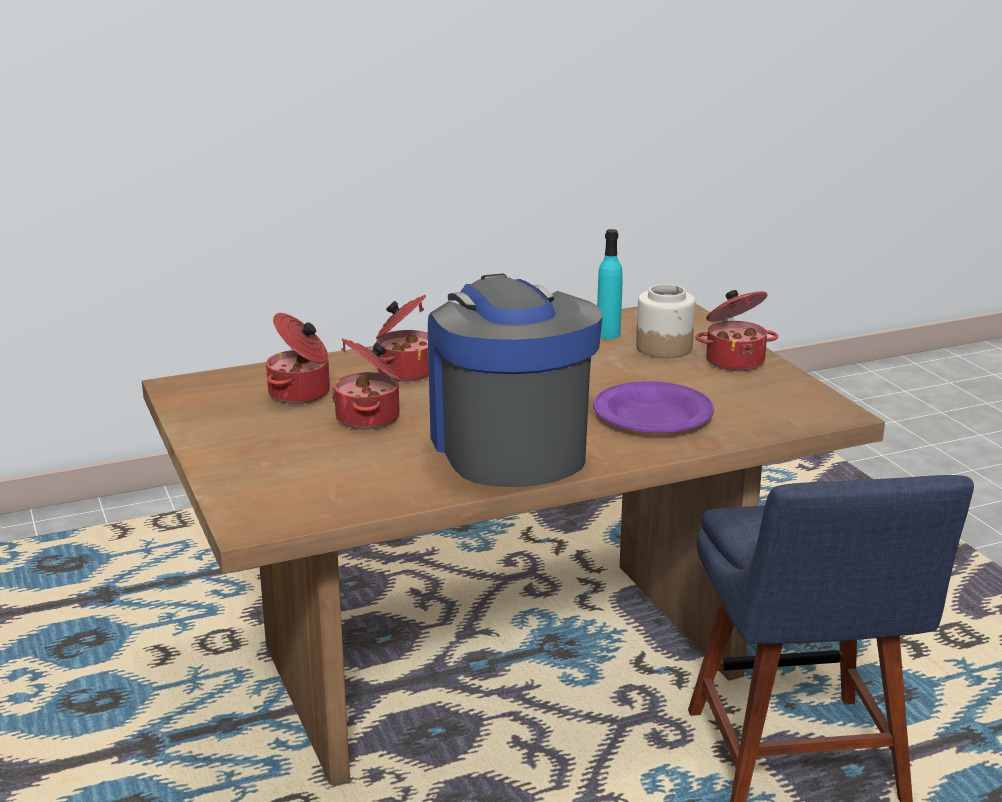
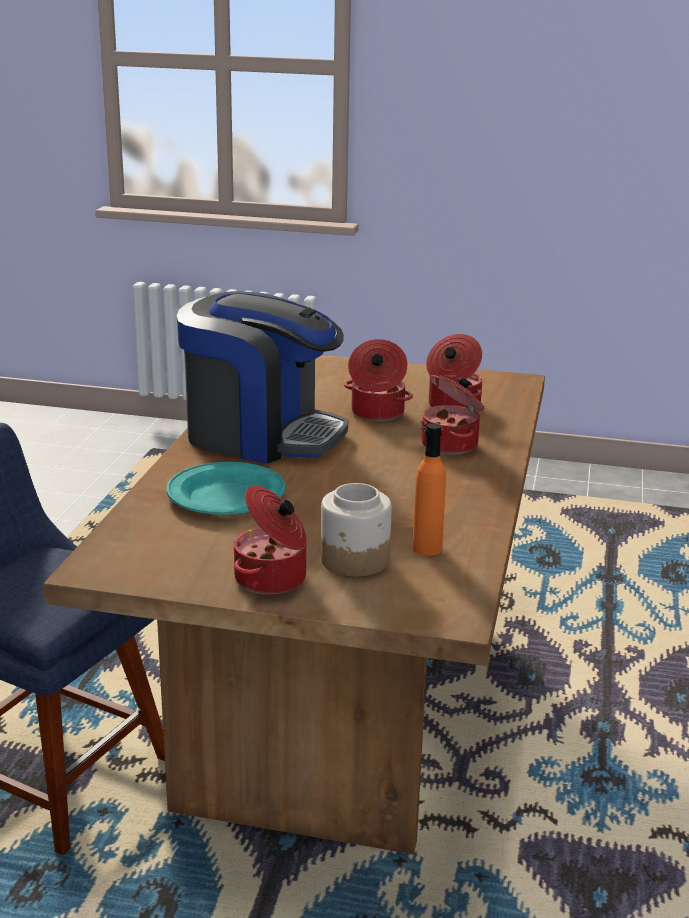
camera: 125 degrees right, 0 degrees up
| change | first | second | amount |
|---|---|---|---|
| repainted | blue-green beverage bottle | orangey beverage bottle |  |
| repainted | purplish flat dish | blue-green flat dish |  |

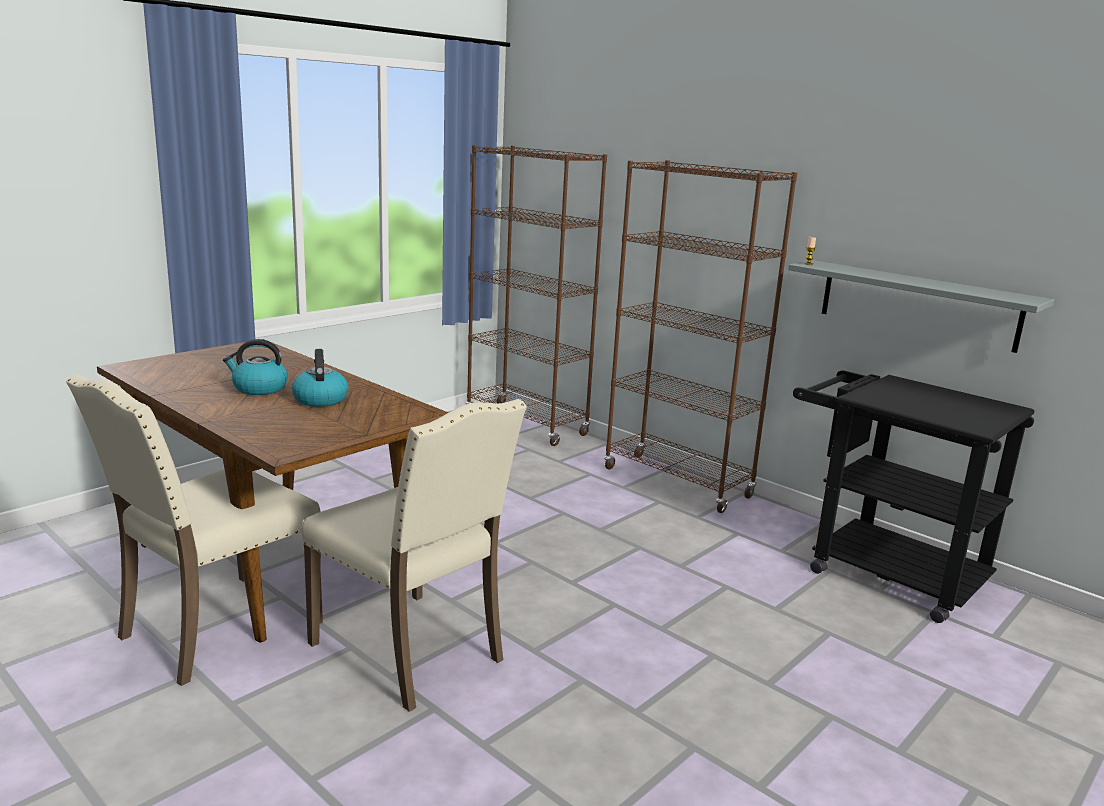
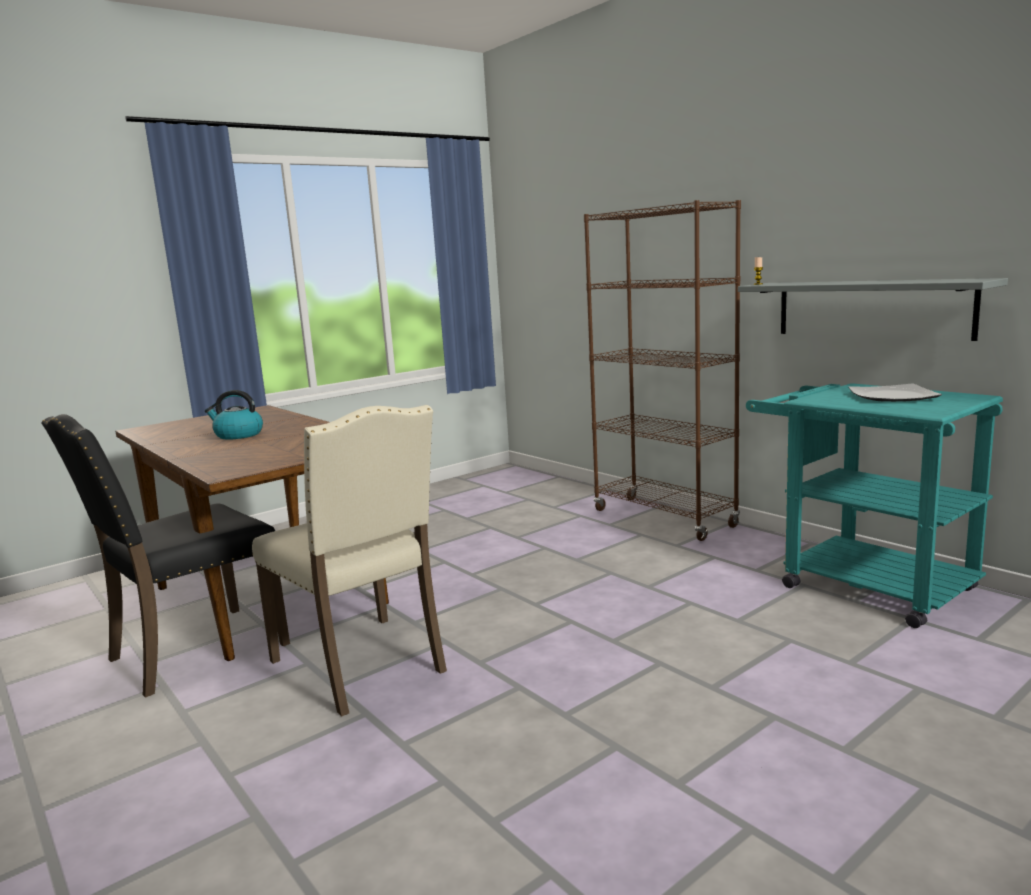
camera: 10 degrees right, 5 degrees down
| change | first | second | amount |
|---|---|---|---|
| gone | brown-coloured bookcase (no. 1 from left) |  |  |
| gone | water kettle (no. 2 from left) |  |  |
| repainted | black wheeled cart | blue-green wheeled cart |  |
| repainted | sand-coloured plain chair (no. 1 from left) | black plain chair |  |
| new |  | flat dish |  |

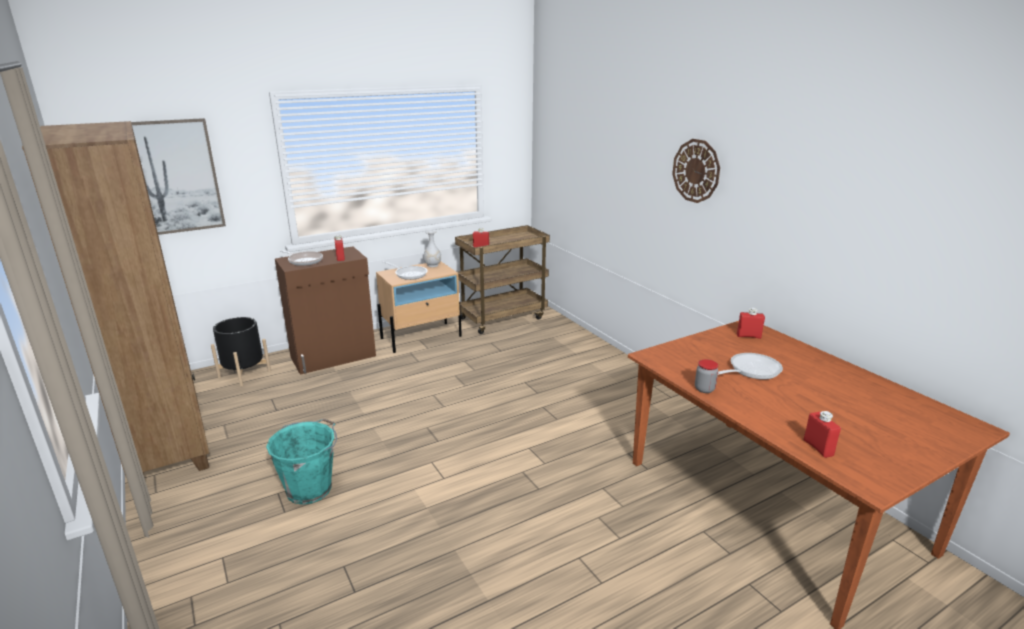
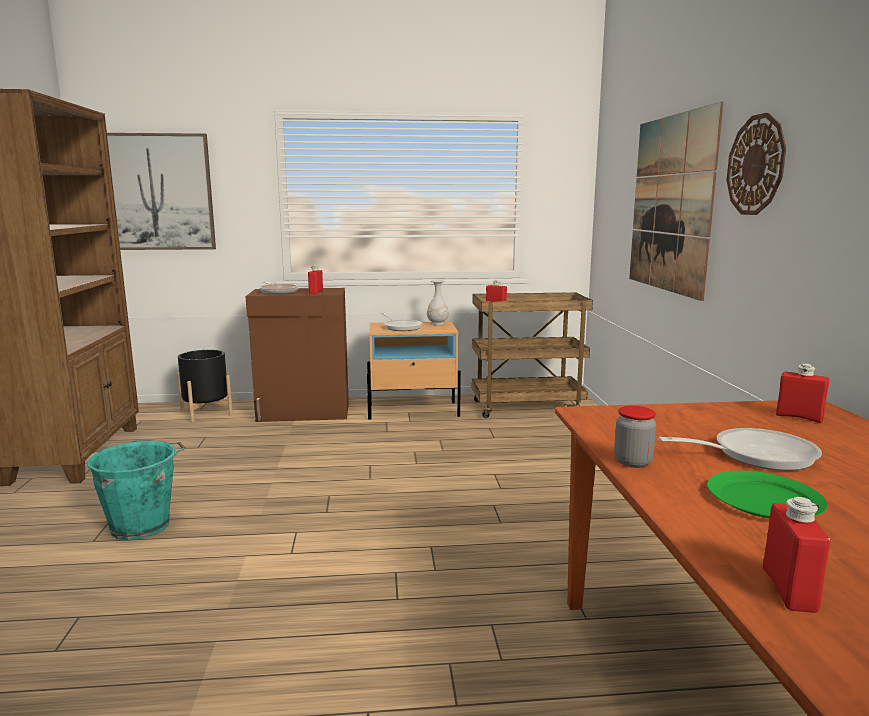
camera: 25 degrees right, 10 degrees down
| change | first | second | amount |
|---|---|---|---|
| new |  | picture (no. 2 from left) |  |
| new |  | greenish flat dish |  |

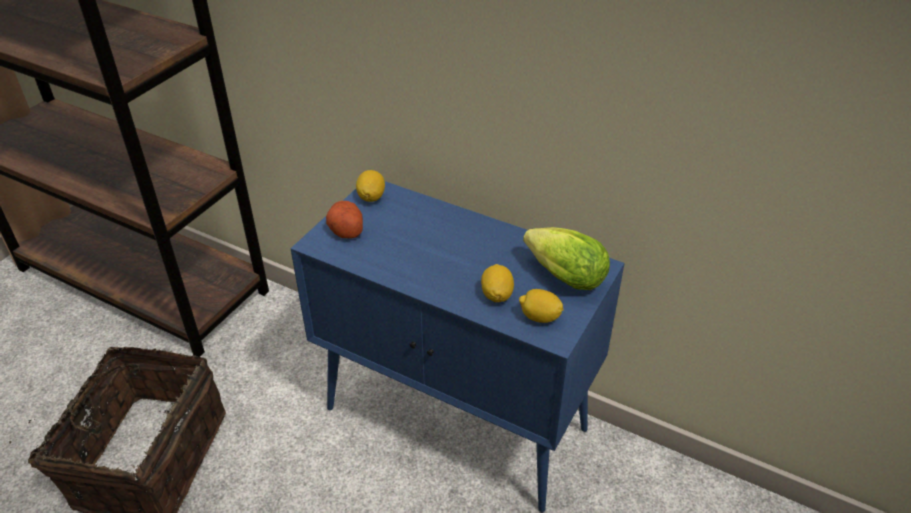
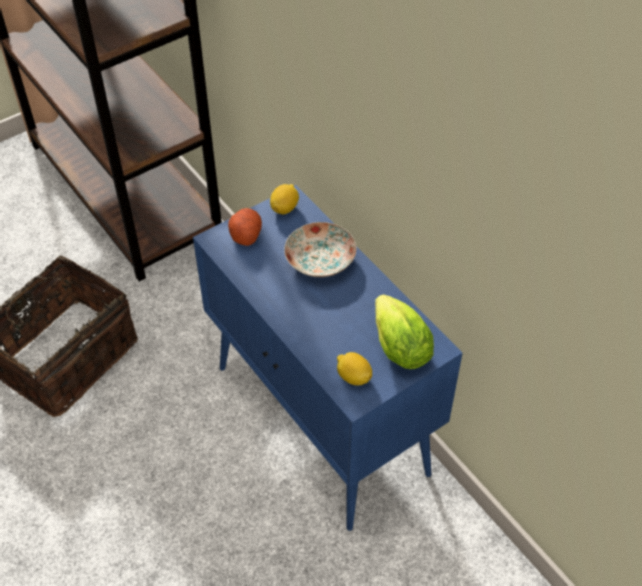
camera: 25 degrees right, 10 degrees up
| change | first | second | amount |
|---|---|---|---|
| gone | lemon (no. 2 from left) |  |  |
| new |  | flat dish |  |

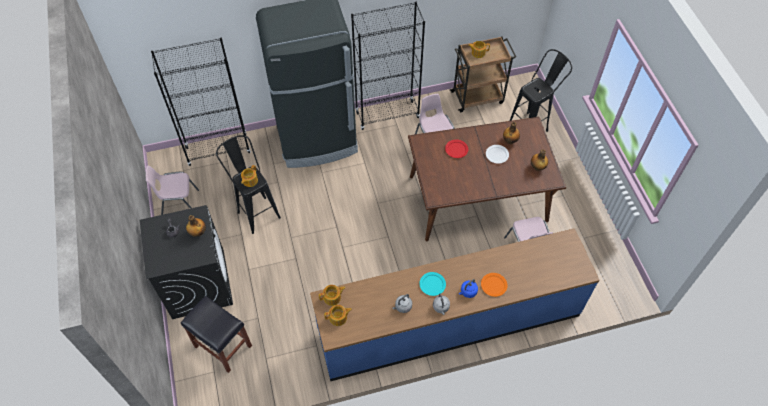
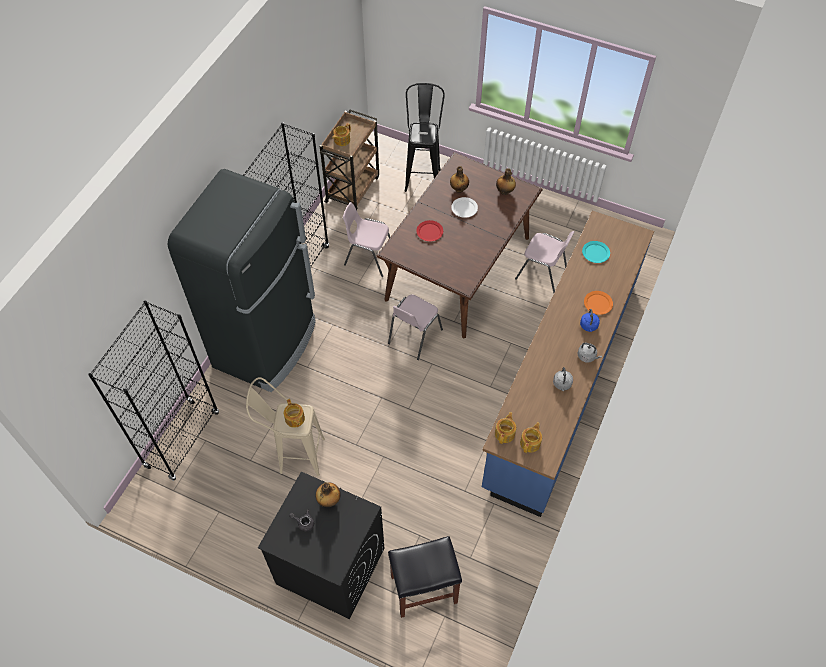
camera: 50 degrees left, 0 degrees up
| change | first | second | amount |
|---|---|---|---|
| repainted | black stool seat (no. 2 from left) | sand-coloured stool seat |  |
| shifted | pink plain chair (no. 1 from left in the first image) | pink plain chair (no. 2 from left) |  |
| shifted | blue-green flat dish |  |  |

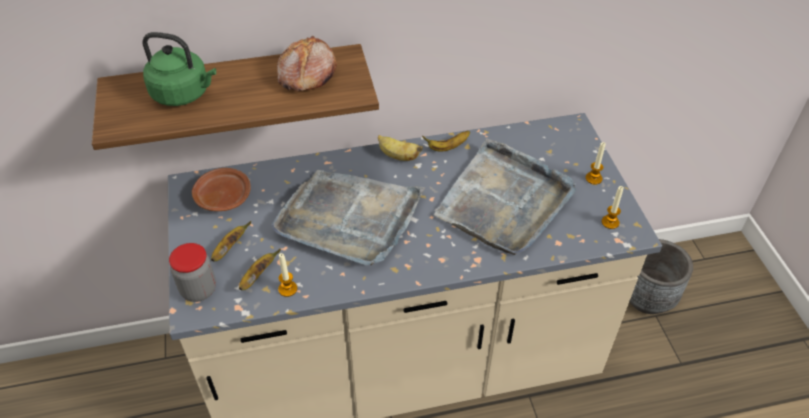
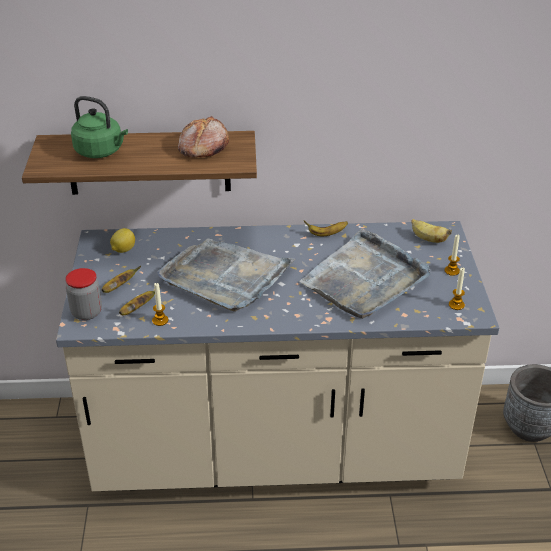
camera: 10 degrees right, 10 degrees down
| change | first | second | amount |
|---|---|---|---|
| shifted | whole banana (no. 3 from left in the first image) | whole banana (no. 4 from left) |  |
| swapped | brown-coloured flat dish | lemon |  |

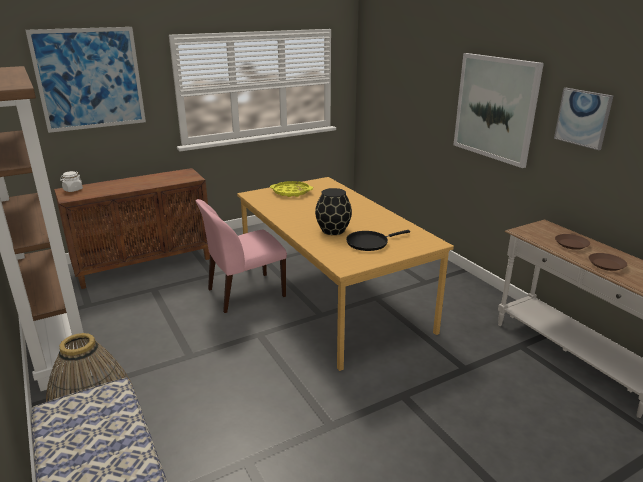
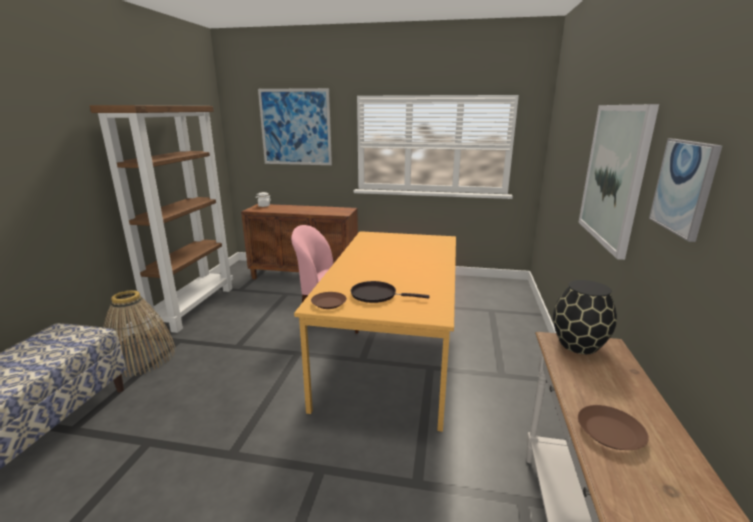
camera: 40 degrees right, 5 degrees down
| change | first | second | amount |
|---|---|---|---|
| gone | yellow-coloured serving tray |  |  |
| shifted | black decorative vase |  |  |
| shifted | brown-coloured flat dish (no. 1 from left) |  |  |

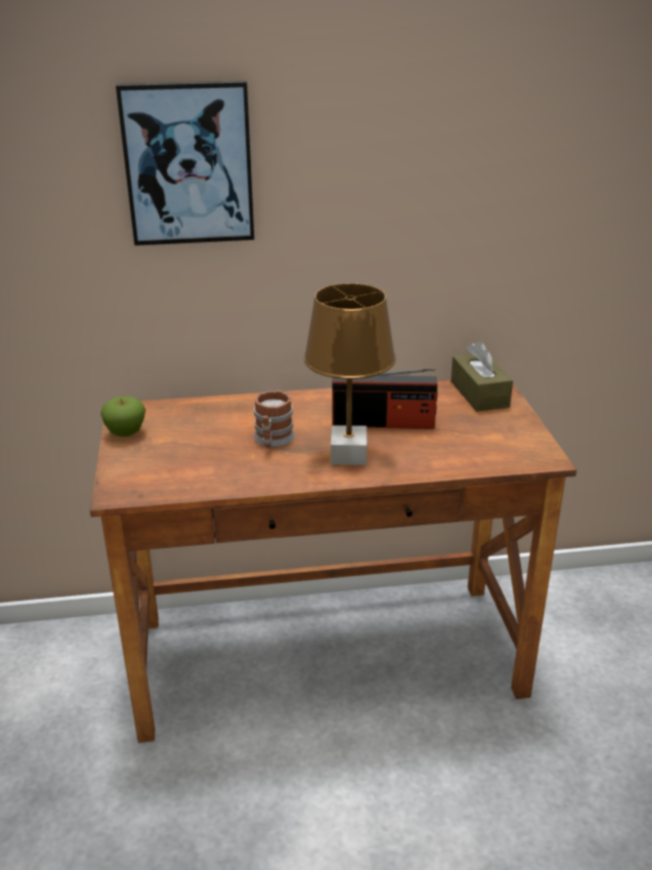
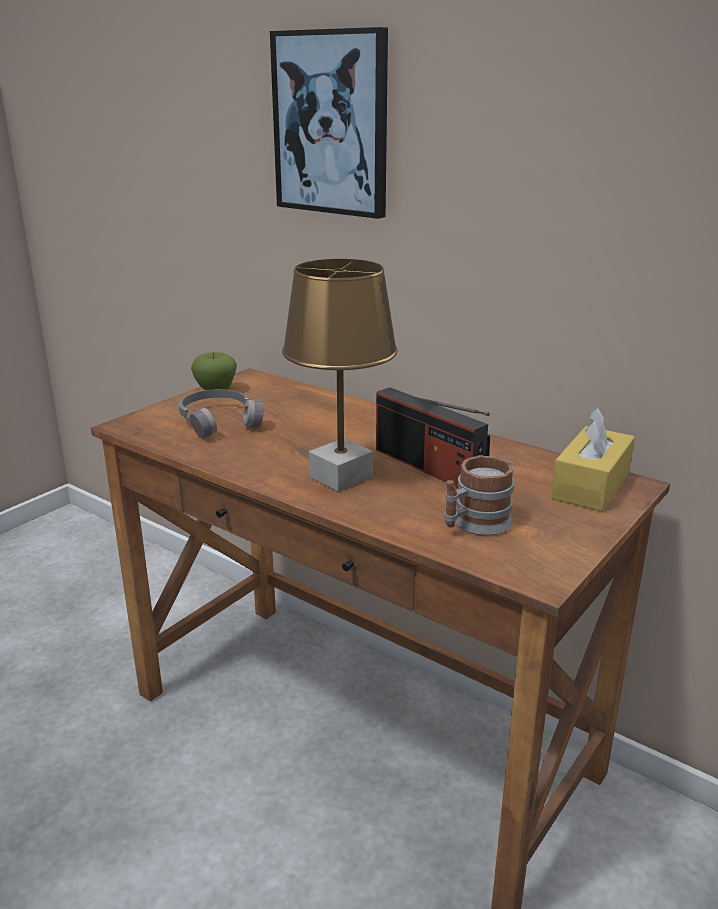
camera: 45 degrees right, 5 degrees down
| change | first | second | amount |
|---|---|---|---|
| repainted | brown-coloured box of tissues | yellow-coloured box of tissues |  |
| shifted | mug |  |  |
| new |  | gray headphones |  |

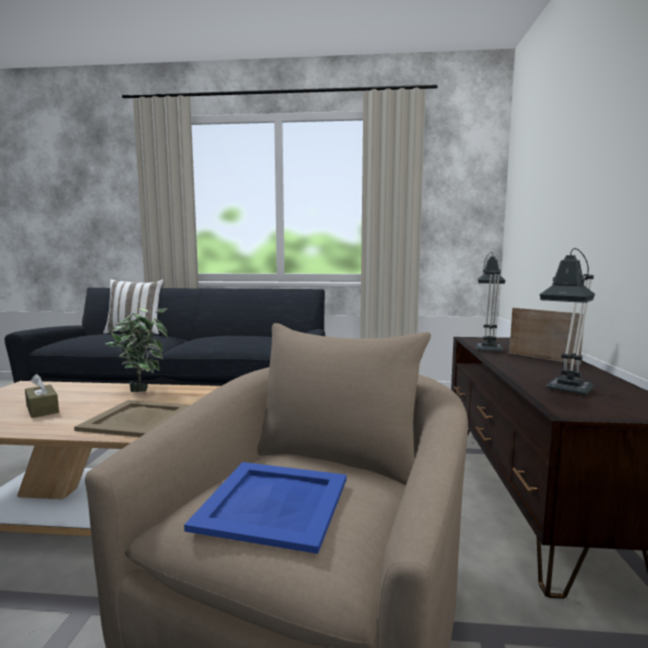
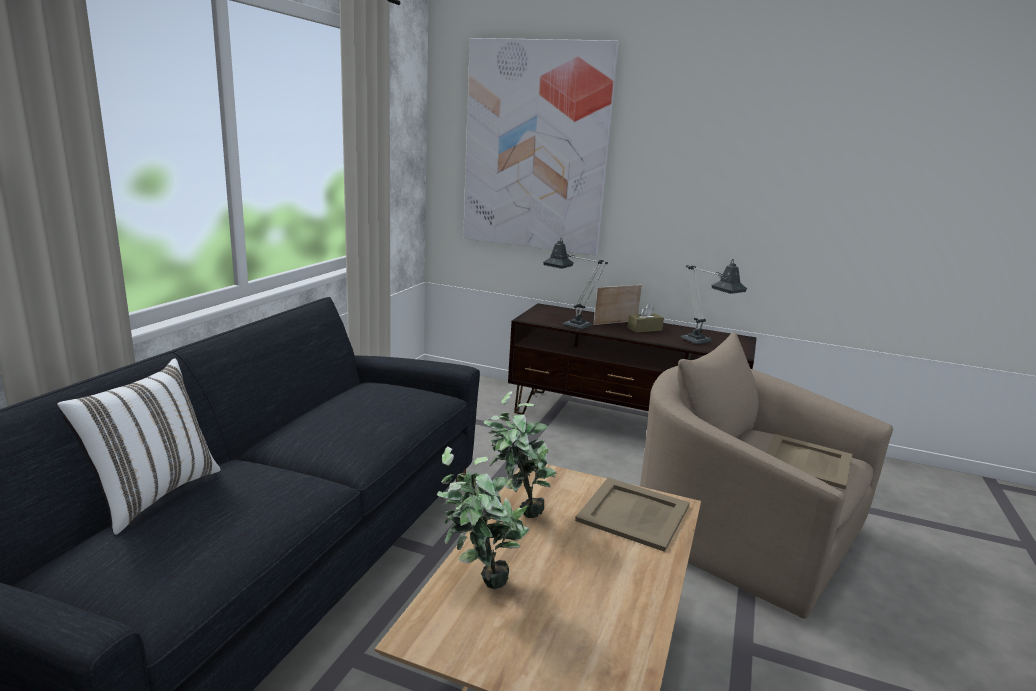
camera: 75 degrees left, 10 degrees up
| change | first | second | amount |
|---|---|---|---|
| shifted | brown-coloured box of tissues |  |  |
| repainted | bluish serving tray | sand-coloured serving tray (no. 2 from left) |  |
| new |  | picture |  |
| new |  | potted plant (no. 1 from left) |  |

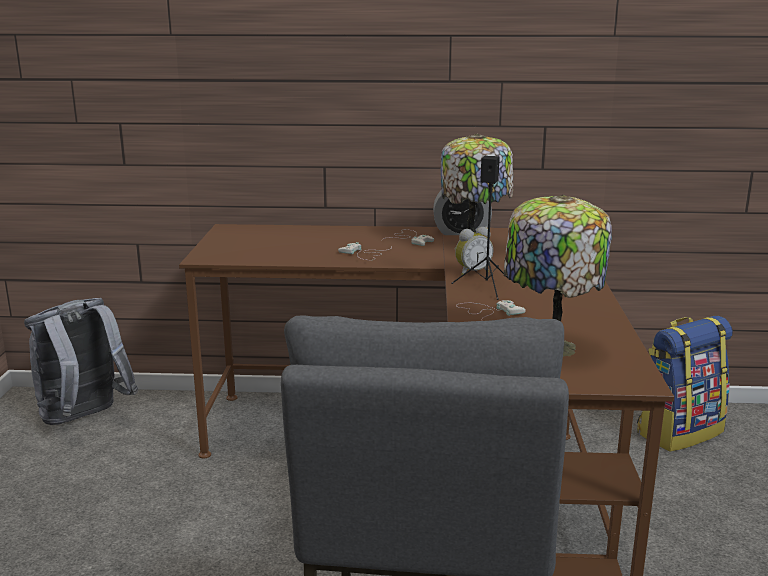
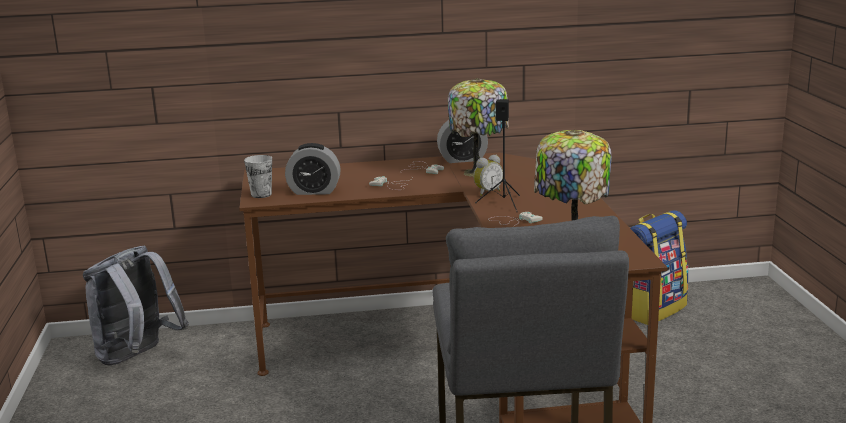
camera: 10 degrees left, 0 degrees up
| change | first | second | amount |
|---|---|---|---|
| new |  | bedside clock (no. 1 from left) |  |
| new |  | small cup |  |

